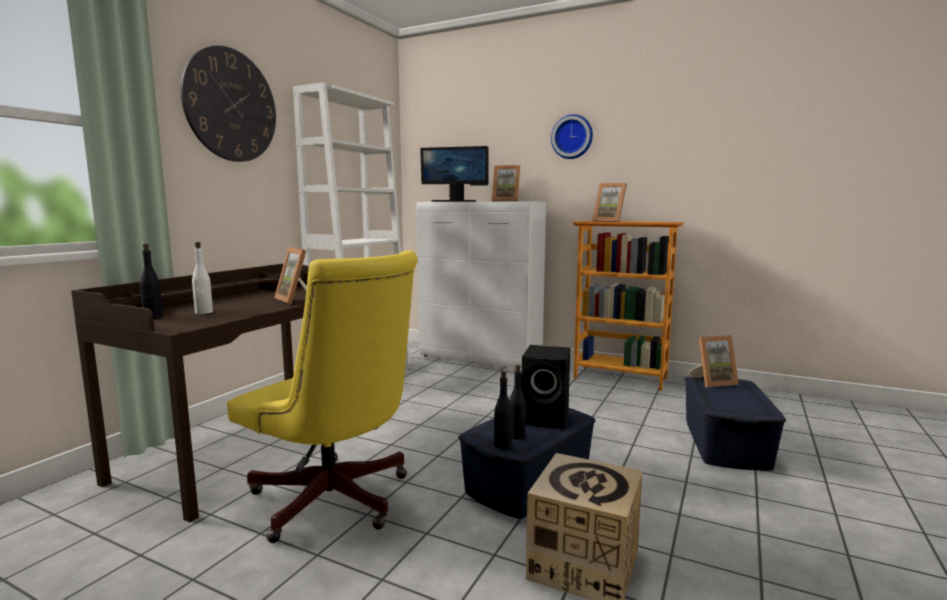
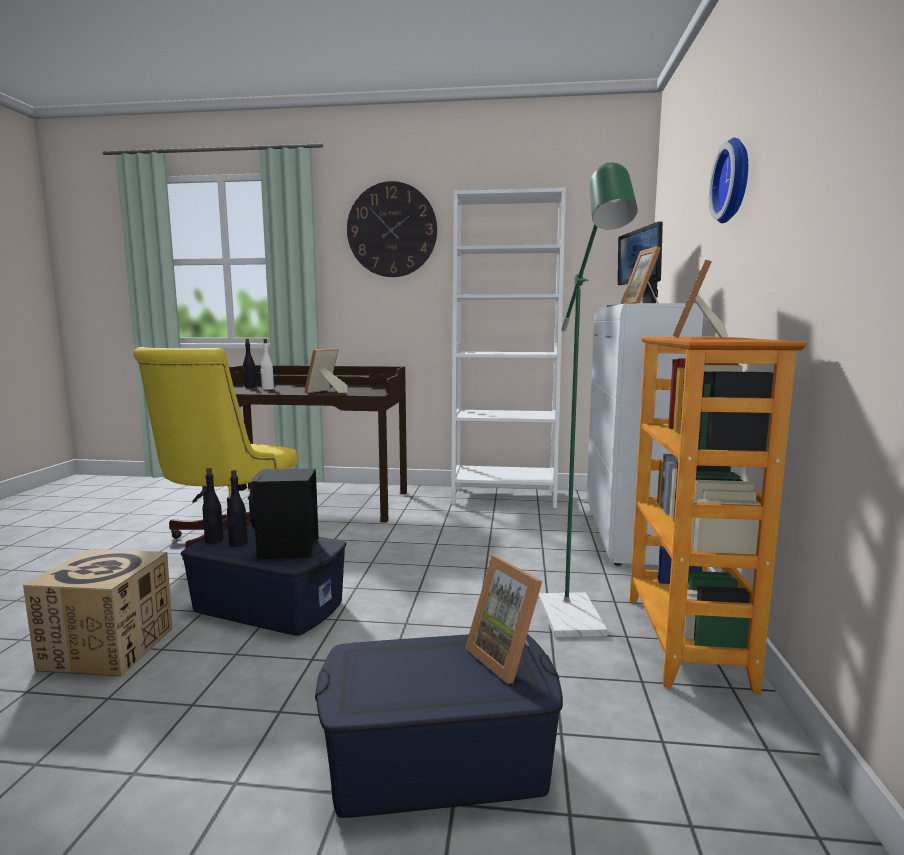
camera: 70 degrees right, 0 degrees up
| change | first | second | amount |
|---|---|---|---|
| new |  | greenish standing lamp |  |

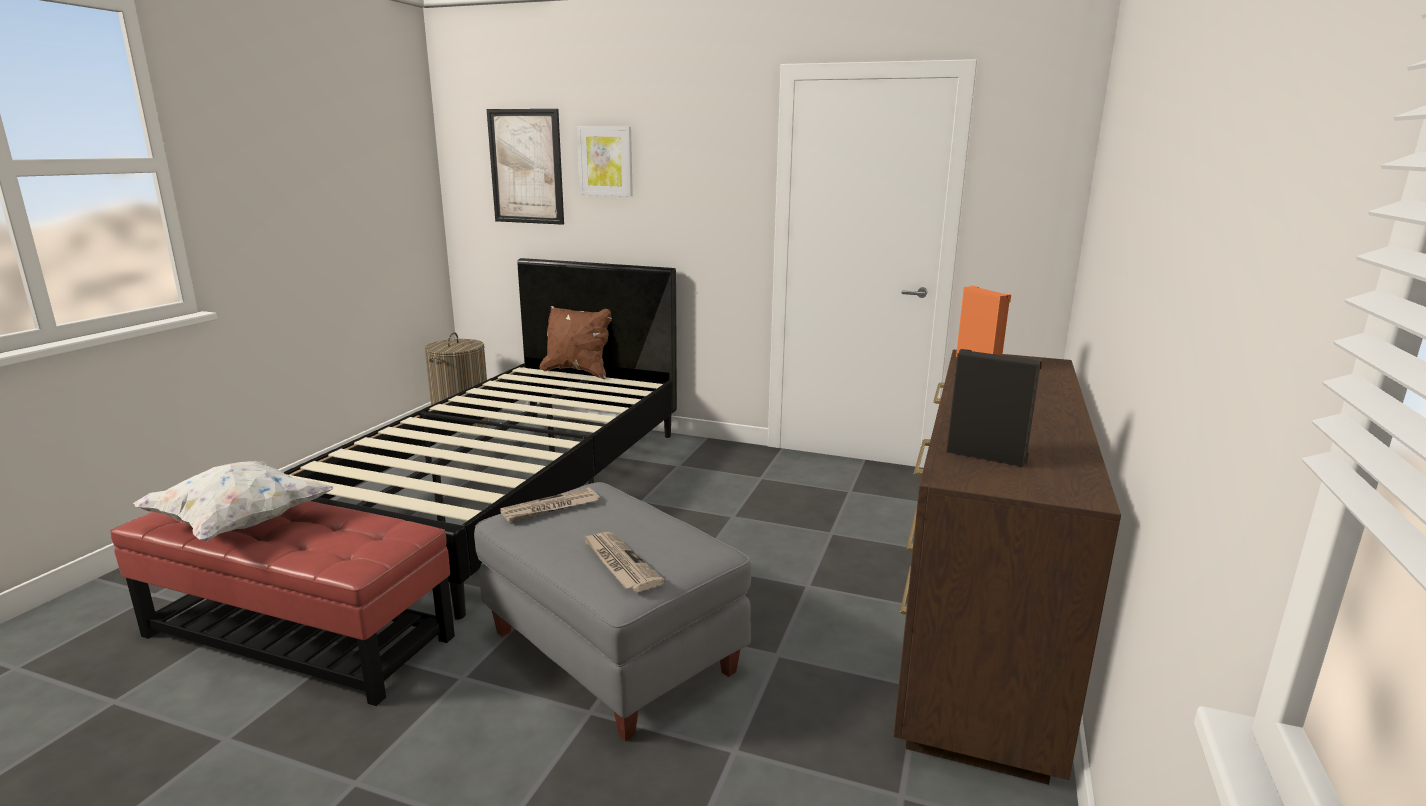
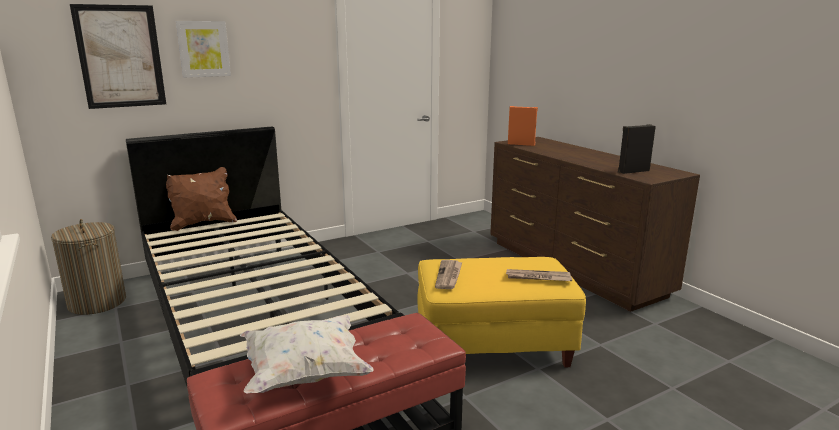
camera: 50 degrees left, 0 degrees up
| change | first | second | amount |
|---|---|---|---|
| repainted | gray ottoman | yellow-coloured ottoman |  |

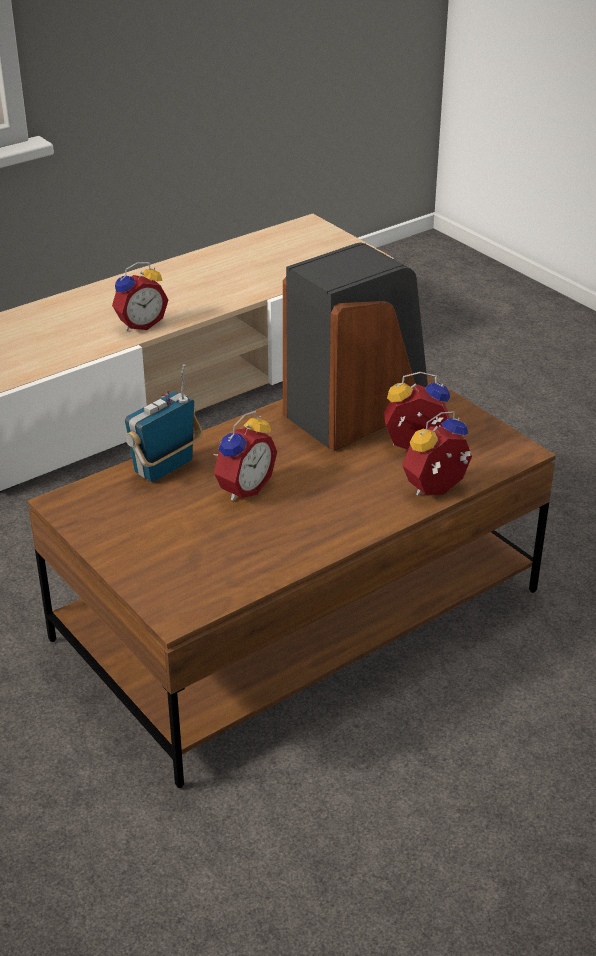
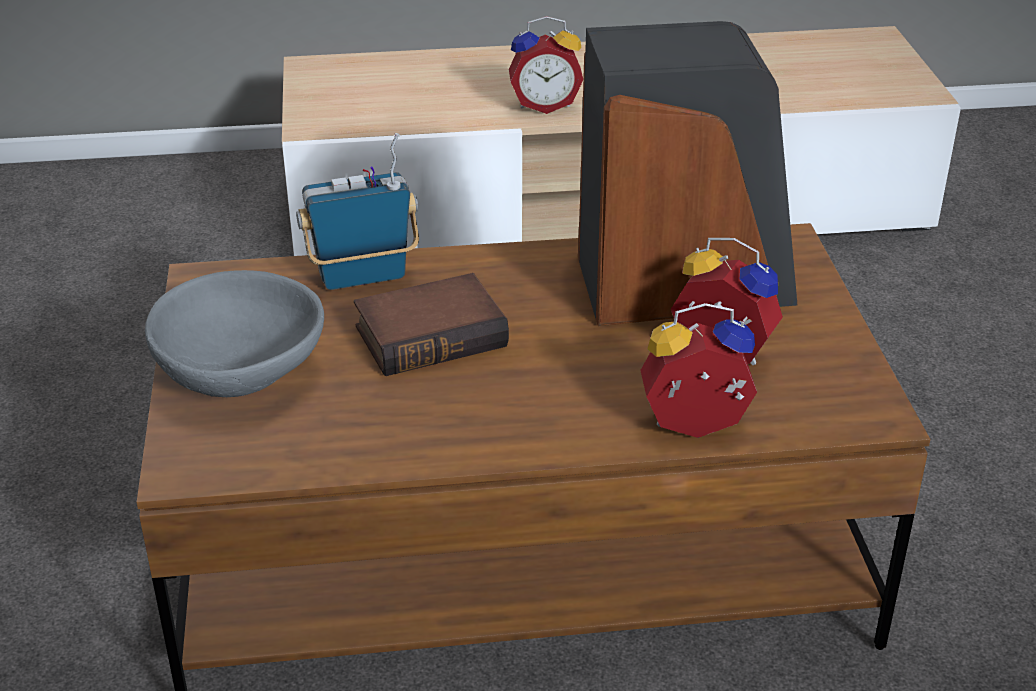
camera: 30 degrees right, 0 degrees up
| change | first | second | amount |
|---|---|---|---|
| swapped | bedside clock (no. 2 from left) | book |  |
| new |  | gray deep dish |  |

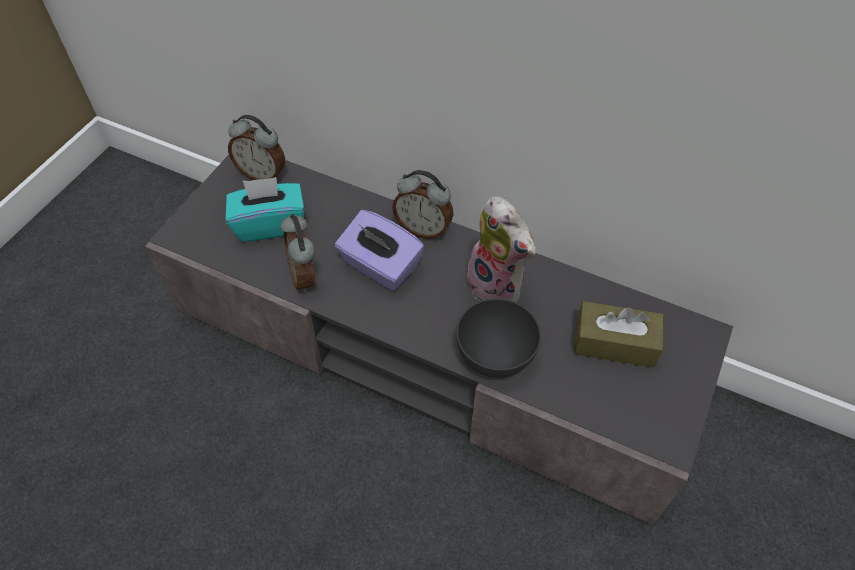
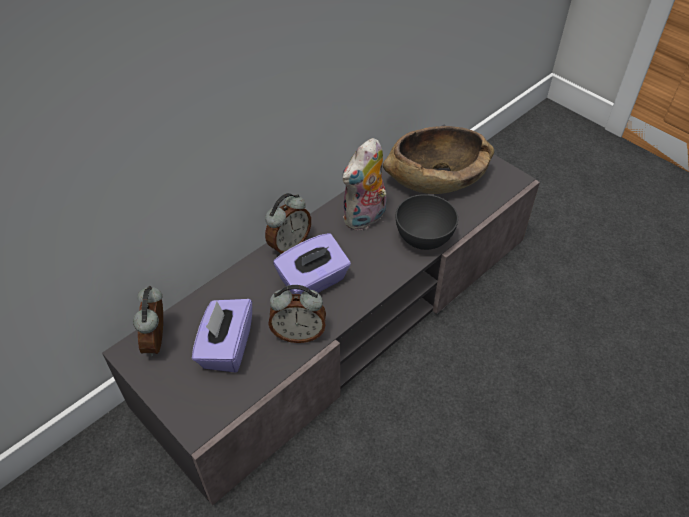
camera: 70 degrees left, 5 degrees down
| change | first | second | amount |
|---|---|---|---|
| rotated | bedside clock (no. 1 from left) |  | 135 degrees clockwise |
| repainted | blue-green box of tissues | purplish box of tissues (no. 1 from left) |  |
| rotated | plush toy |  | 150 degrees clockwise |
| swapped | brown-coloured box of tissues | brown-coloured deep dish |  |

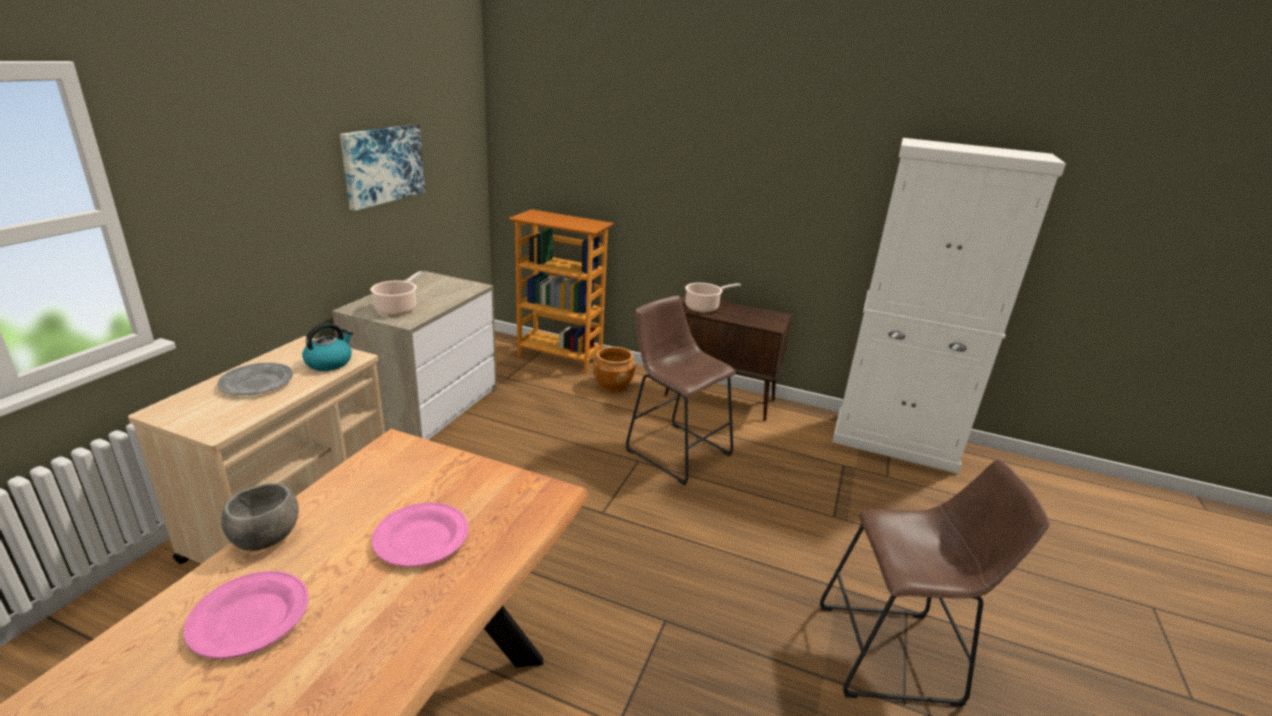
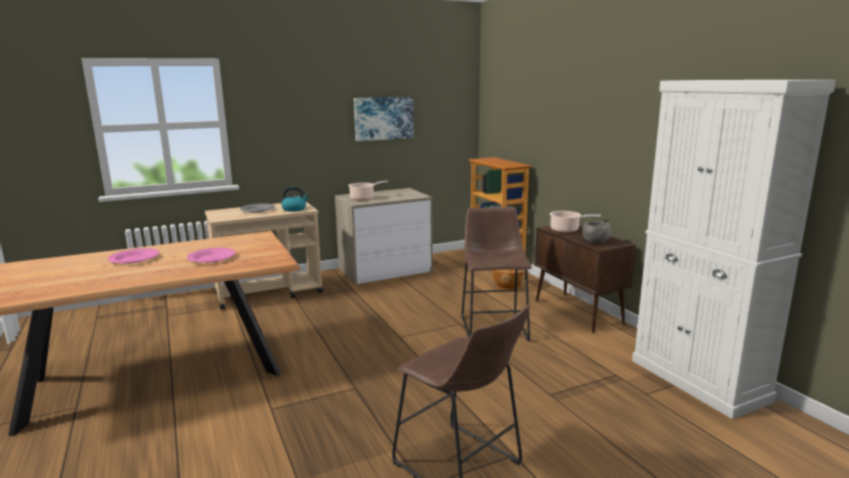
camera: 45 degrees right, 10 degrees down
| change | first | second | amount |
|---|---|---|---|
| shifted | gray deep dish |  |  |

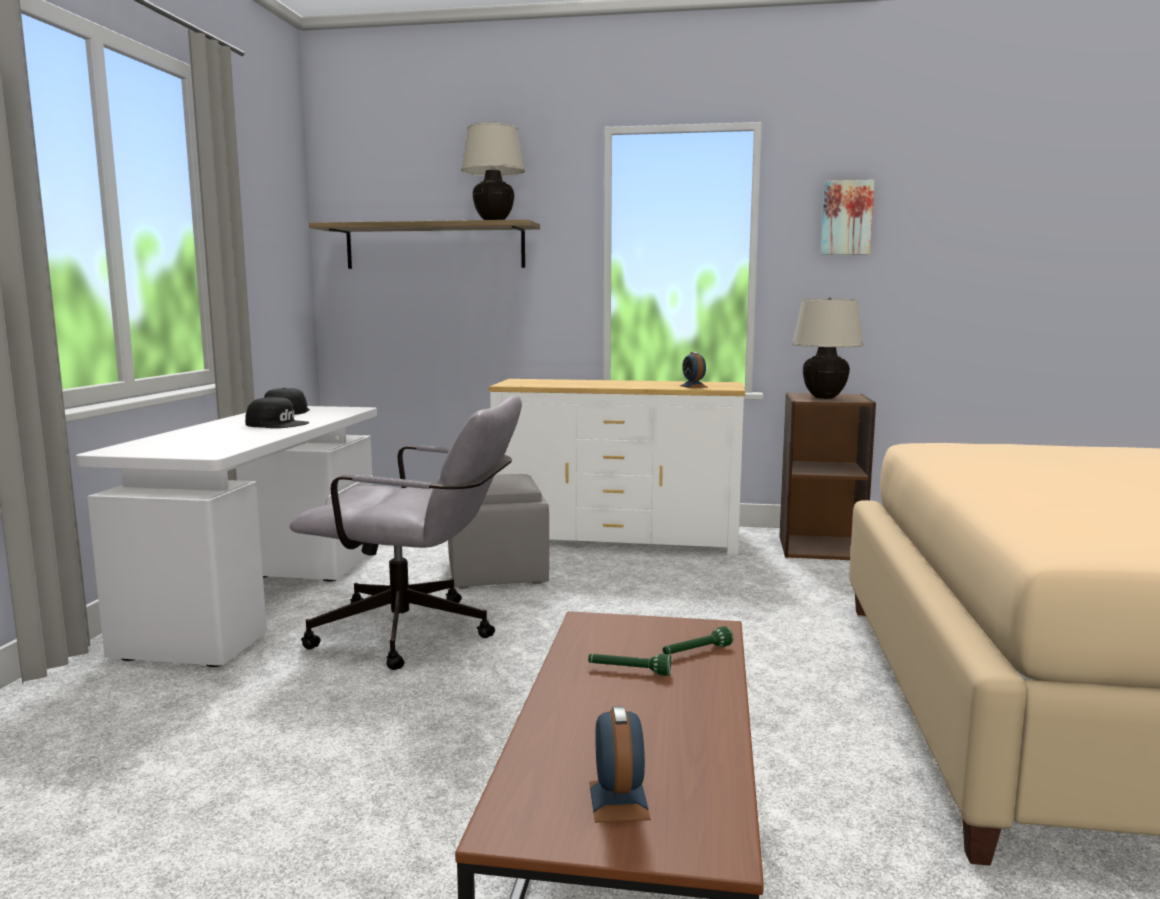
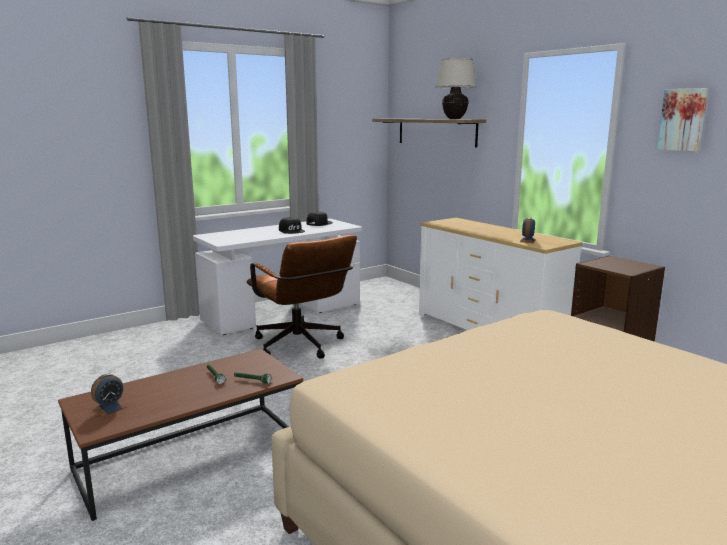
camera: 45 degrees right, 5 degrees up
| change | first | second | amount |
|---|---|---|---|
| gone | sand-coloured tabletop lamp (no. 2 from left) |  |  |
| repainted | gray office chair | brown-coloured office chair |  |
| gone | gray ottoman |  |  |

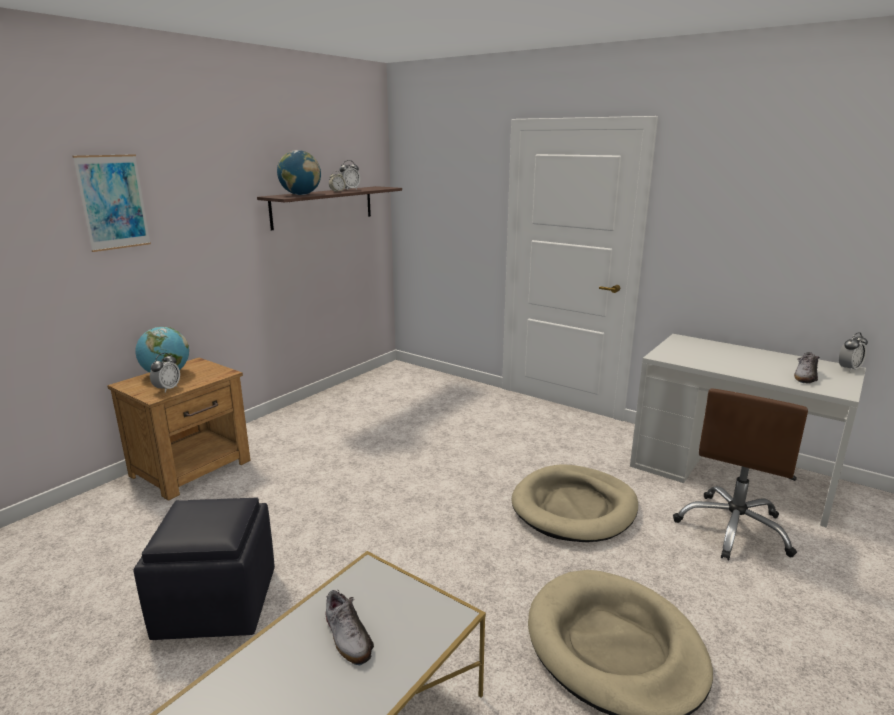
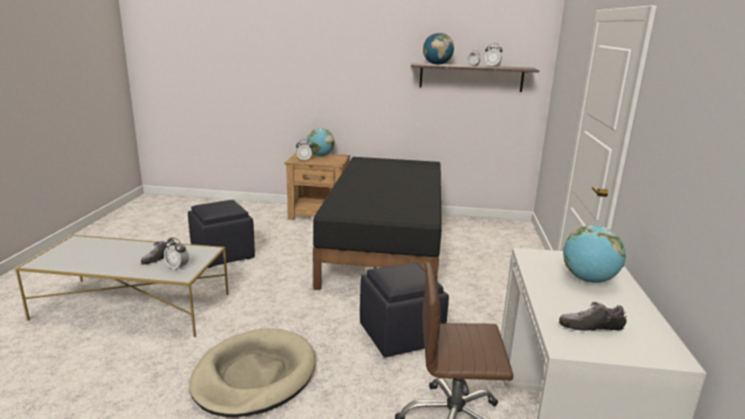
camera: 60 degrees right, 0 degrees up
| change | first | second | amount |
|---|---|---|---|
| gone | picture |  |  |
| shifted | bedside clock (no. 4 from left in the first image) | bedside clock (no. 1 from left) |  |
| swapped | sand-coloured pet bed (no. 1 from left) | black ottoman (no. 2 from left) |  |
| new |  | black sleeping bed |  |
| new |  | desk globe (no. 3 from left) |  |

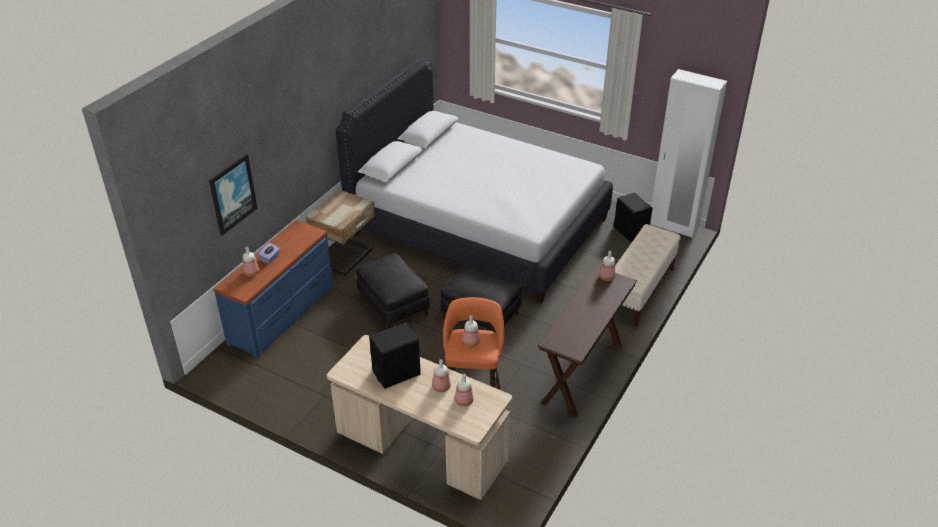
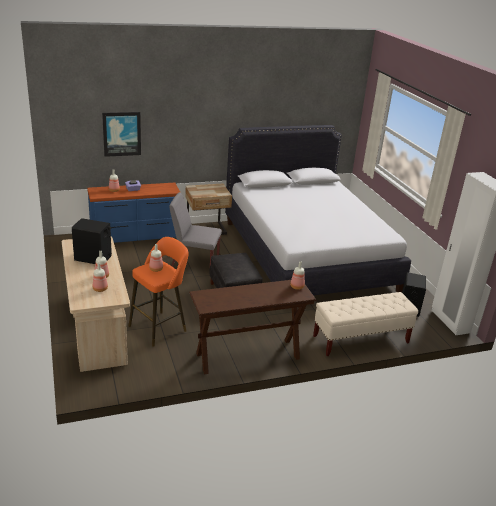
camera: 40 degrees right, 10 degrees down
| change | first | second | amount |
|---|---|---|---|
| swapped | black ottoman (no. 1 from left) | gray plain chair |  |

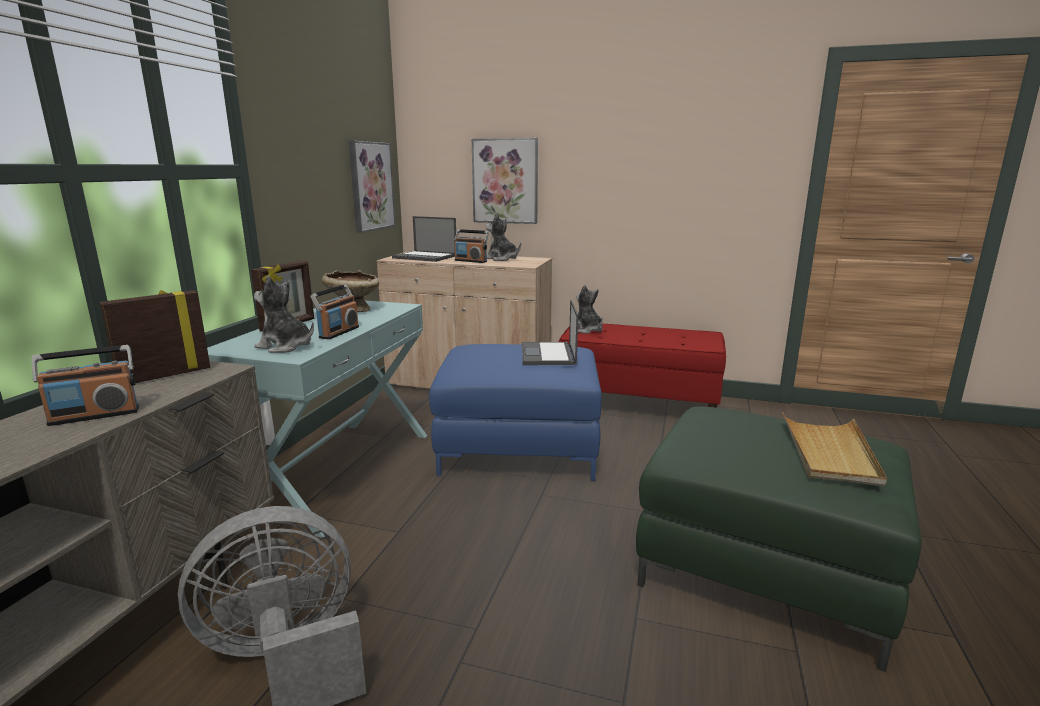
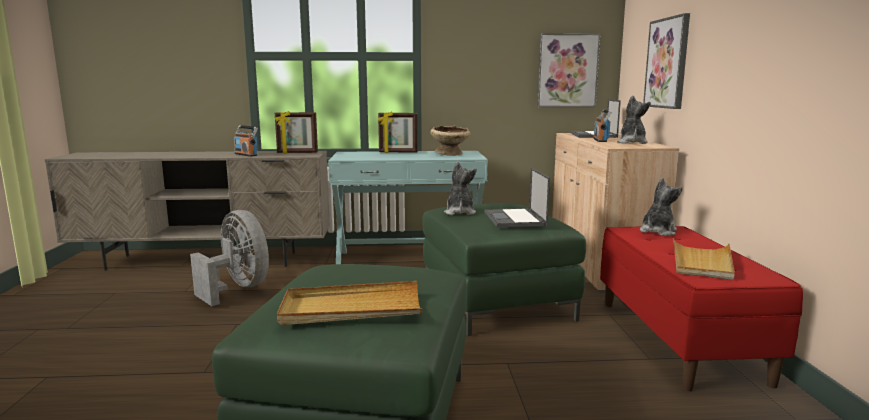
camera: 70 degrees right, 5 degrees down
| change | first | second | amount |
|---|---|---|---|
| shifted | plush toy (no. 1 from left) |  |  |
| gone | radio set (no. 2 from left) |  |  |
| rotated | standing frame (no. 1 from left) |  | 150 degrees clockwise |
| rotated | portable computer (no. 2 from left in the first image) | portable computer (no. 1 from left) | 75 degrees counterclockwise |
| repainted | bluish ottoman | greenish ottoman (no. 2 from left) |  |
| new |  | sand-coloured serving tray (no. 2 from left) |  |

